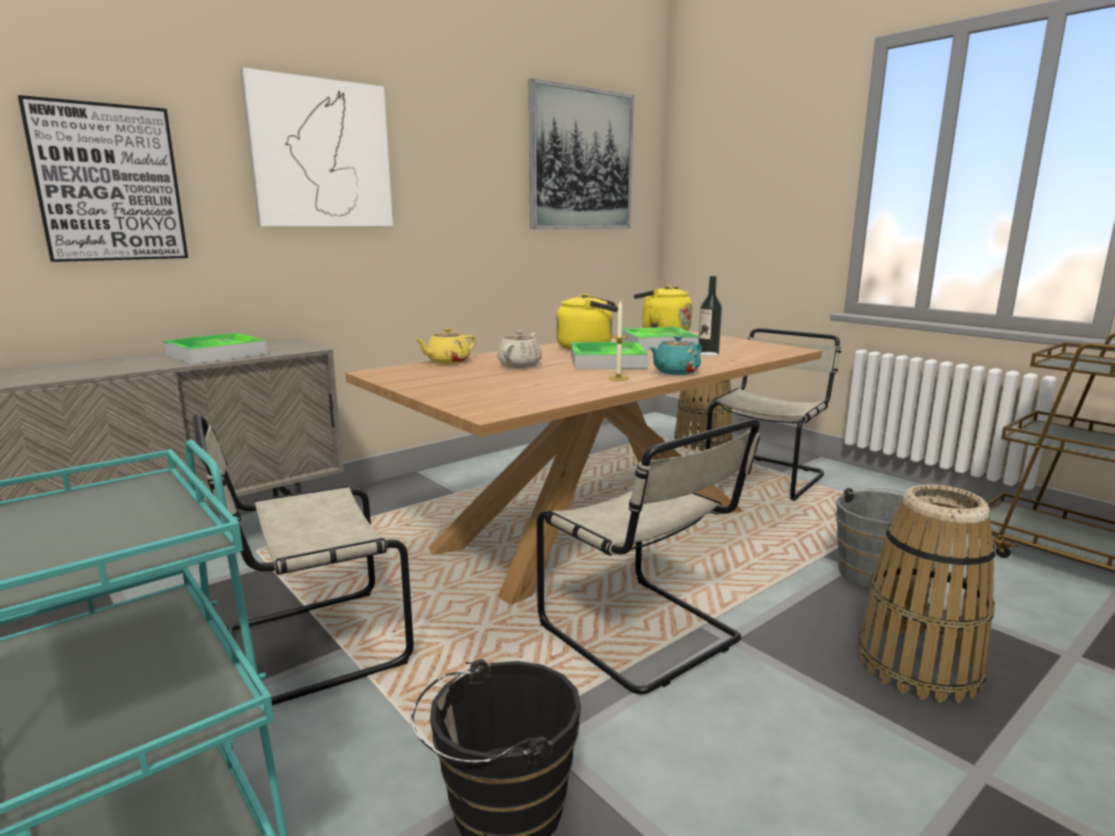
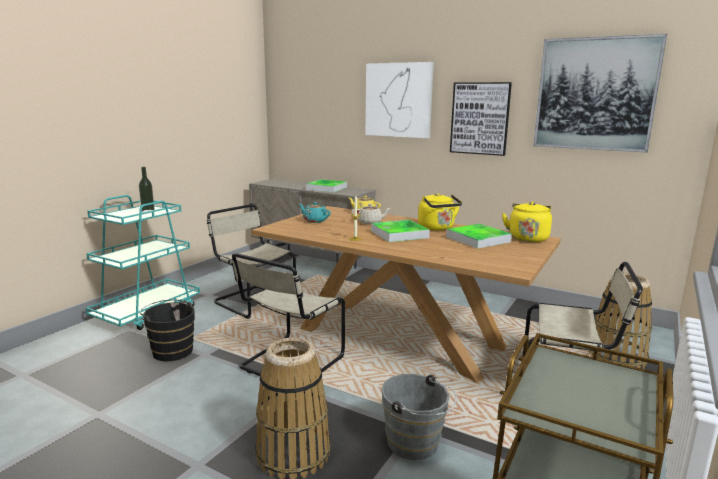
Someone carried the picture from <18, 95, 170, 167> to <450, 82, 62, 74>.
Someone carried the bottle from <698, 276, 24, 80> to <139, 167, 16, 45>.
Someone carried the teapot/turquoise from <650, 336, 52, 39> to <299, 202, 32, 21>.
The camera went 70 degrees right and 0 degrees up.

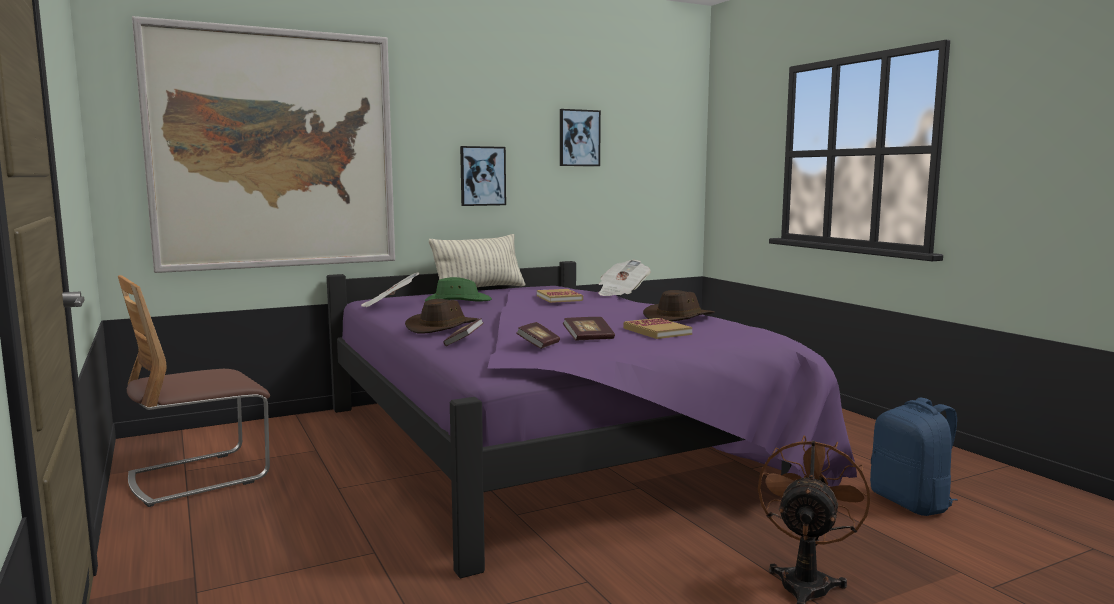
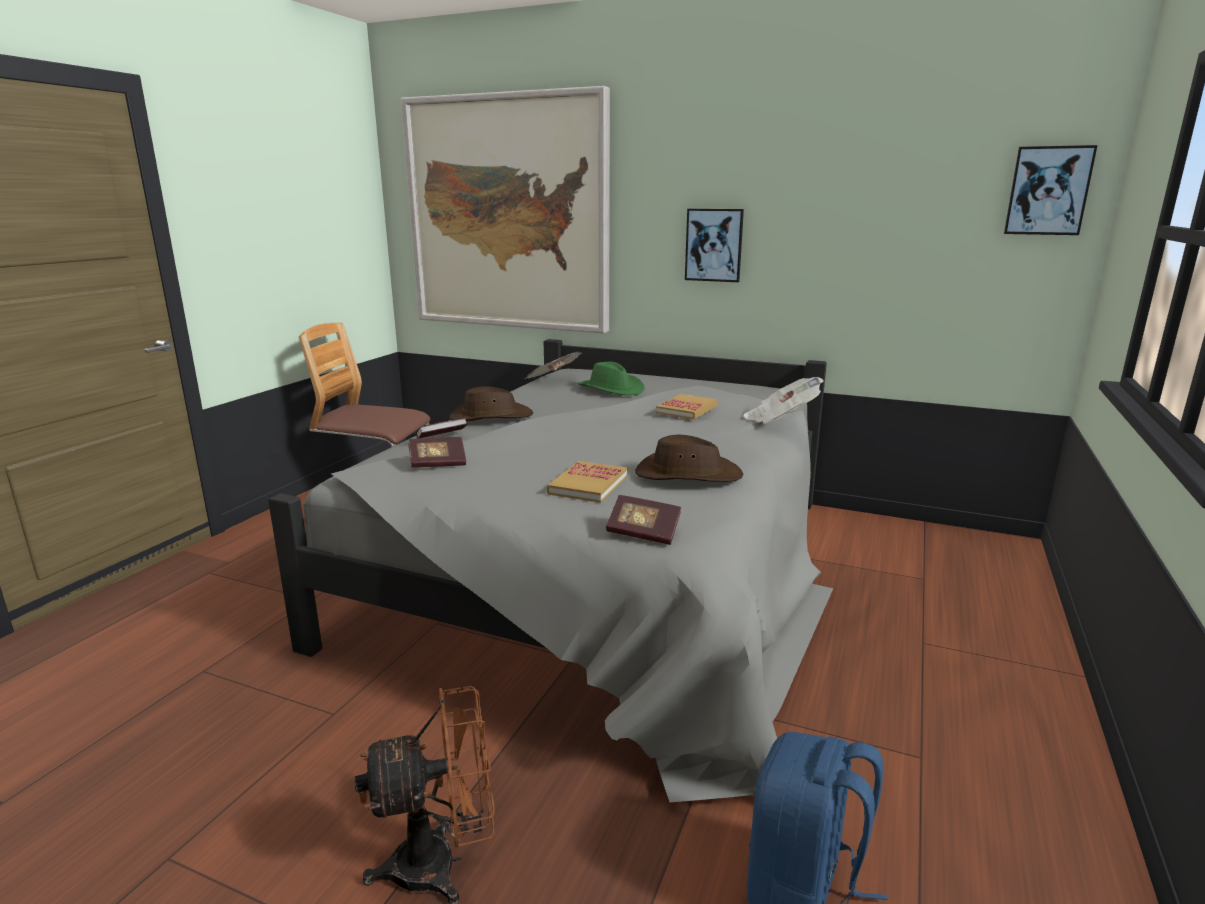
Someone carried the picture from <560, 109, 41, 57> to <1004, 145, 94, 90>.
Someone took away the pillow at <429, 234, 96, 53>.
Someone repainted the bed/purple at <327, 261, 530, 317>, which became the bed/grey at <268, 339, 565, 463>.
Someone carried the book from <563, 317, 52, 23> to <606, 495, 75, 50>.
The camera went 50 degrees right and 10 degrees up.

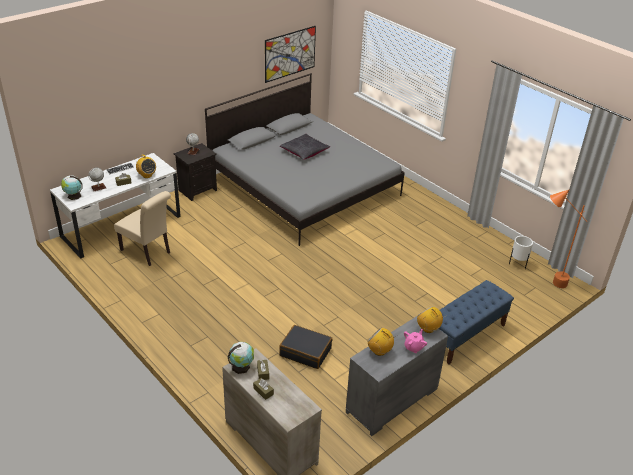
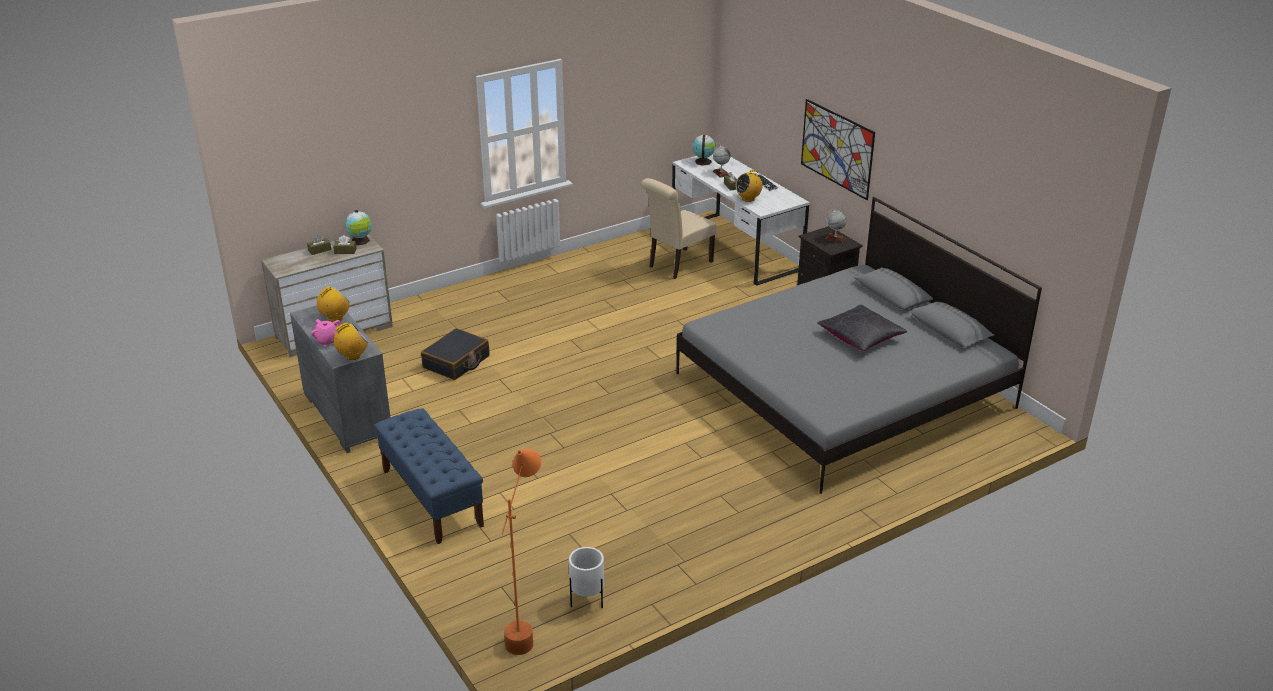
Someone carried the picture from <265, 26, 51, 57> to <801, 99, 74, 101>.
The camera went 100 degrees right and 5 degrees down.

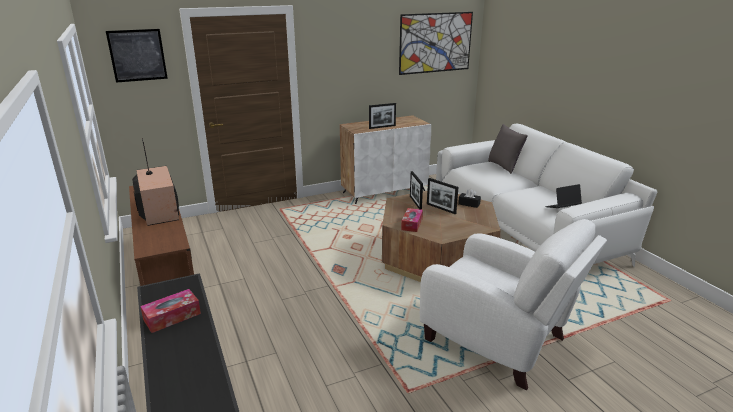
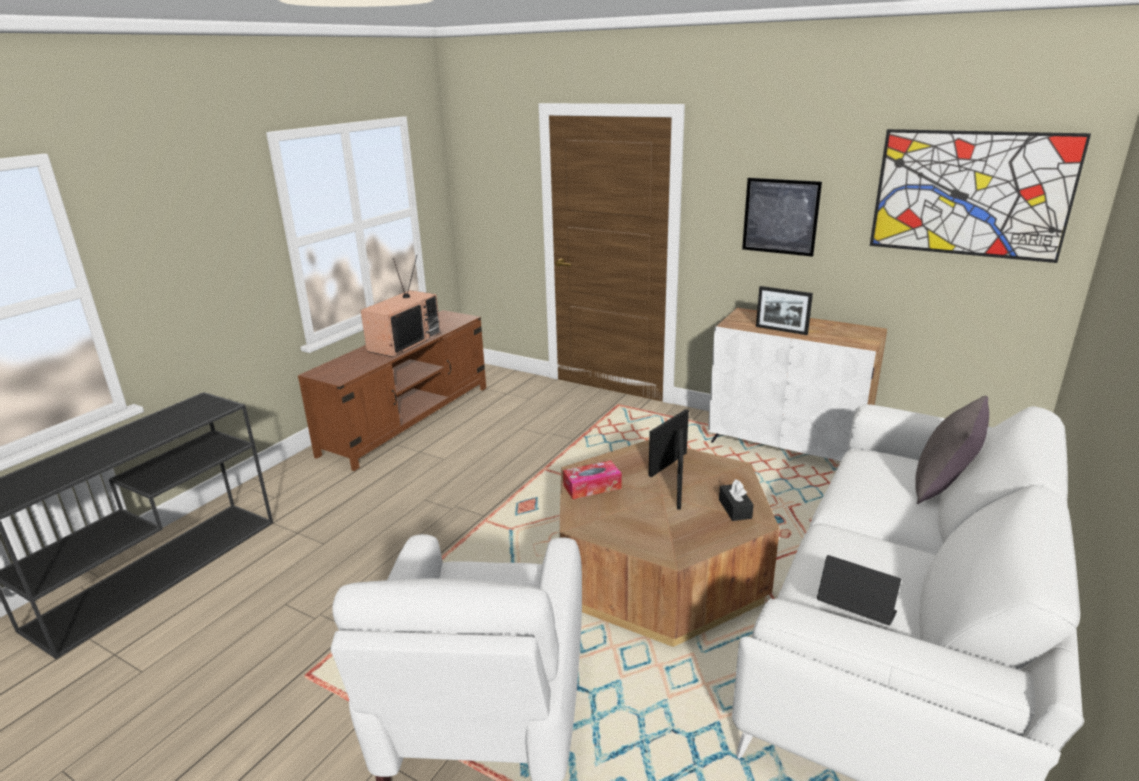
Someone carried the picture from <106, 29, 62, 54> to <742, 178, 80, 79>.
Someone took away the tissue box at <140, 289, 61, 44>.
The camera went 55 degrees right and 0 degrees up.

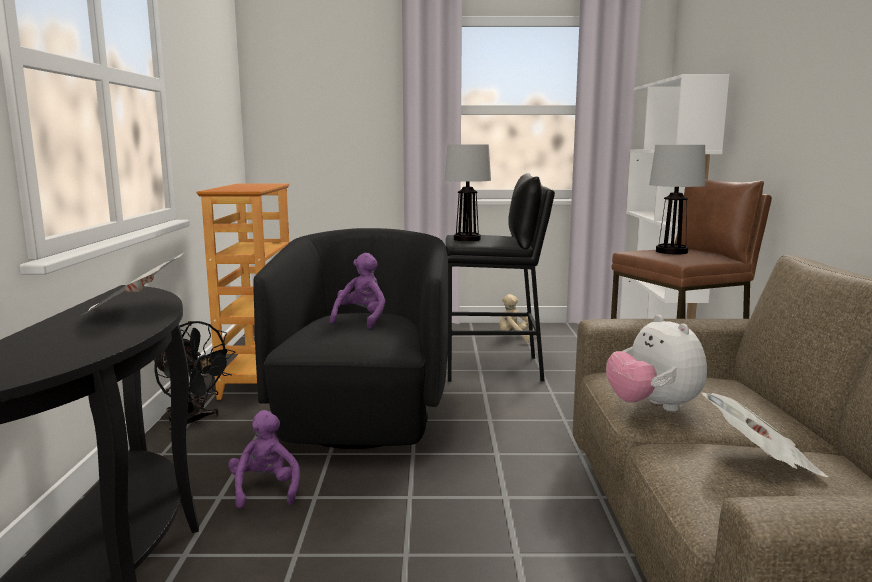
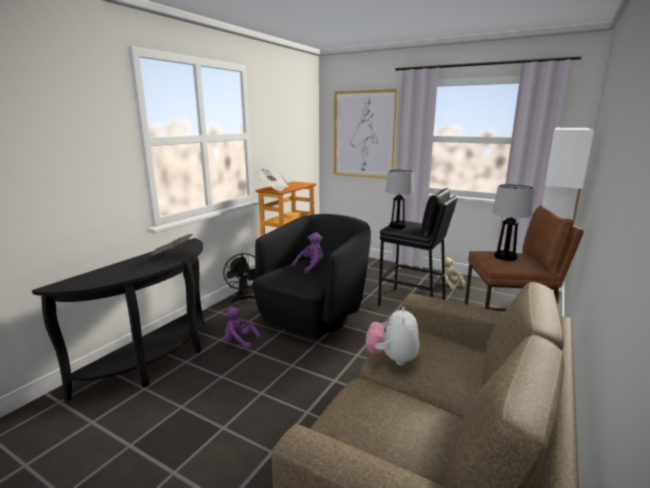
Someone carried the newspaper from <701, 392, 128, 85> to <256, 169, 33, 22>.
Someone rotated the plush toy/purple at <228, 410, 72, 98> by 90 degrees counterclockwise.
Someone put up the picture at <334, 89, 64, 90>.
The camera went 30 degrees right and 5 degrees up.

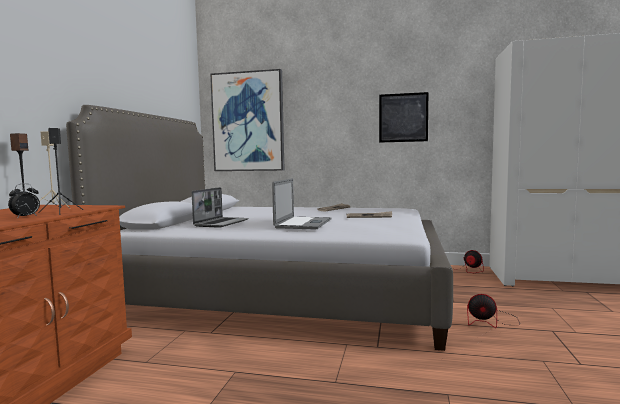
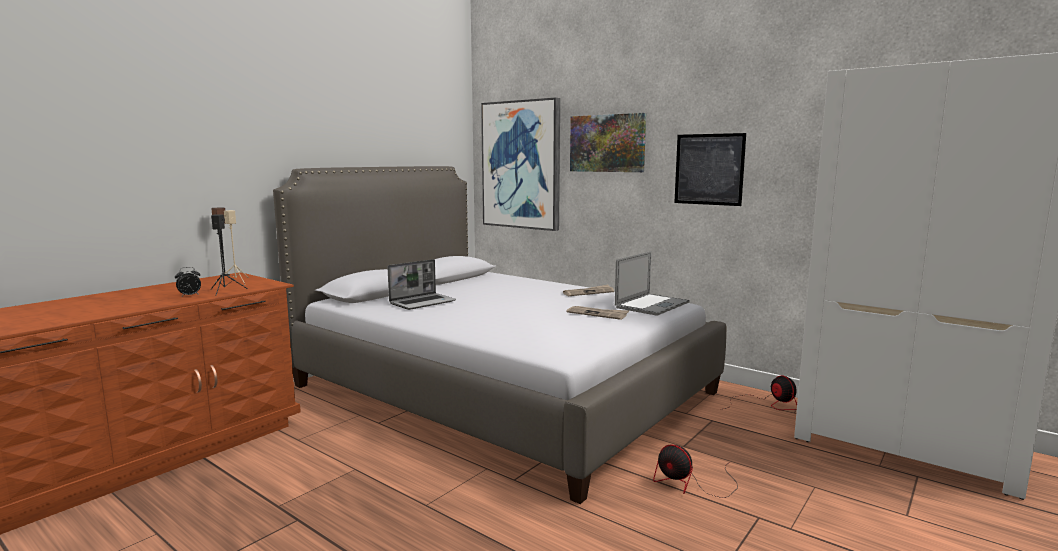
Someone carried the laptop from <272, 178, 59, 51> to <615, 251, 75, 64>.
Someone put up the picture at <570, 113, 76, 59>.
The camera went 25 degrees right and 5 degrees up.

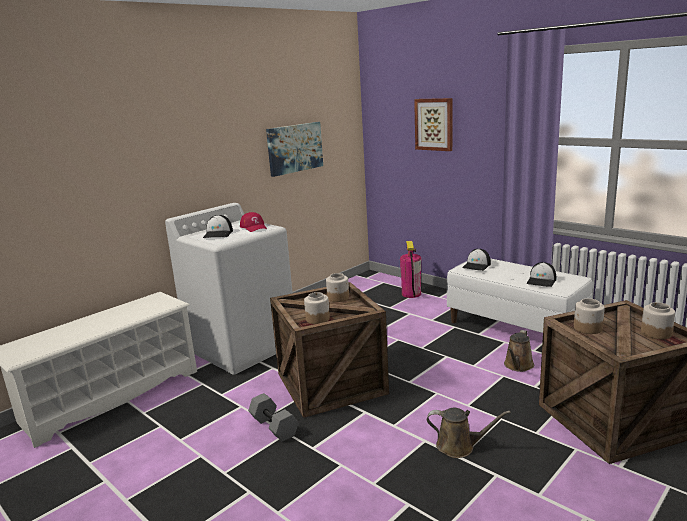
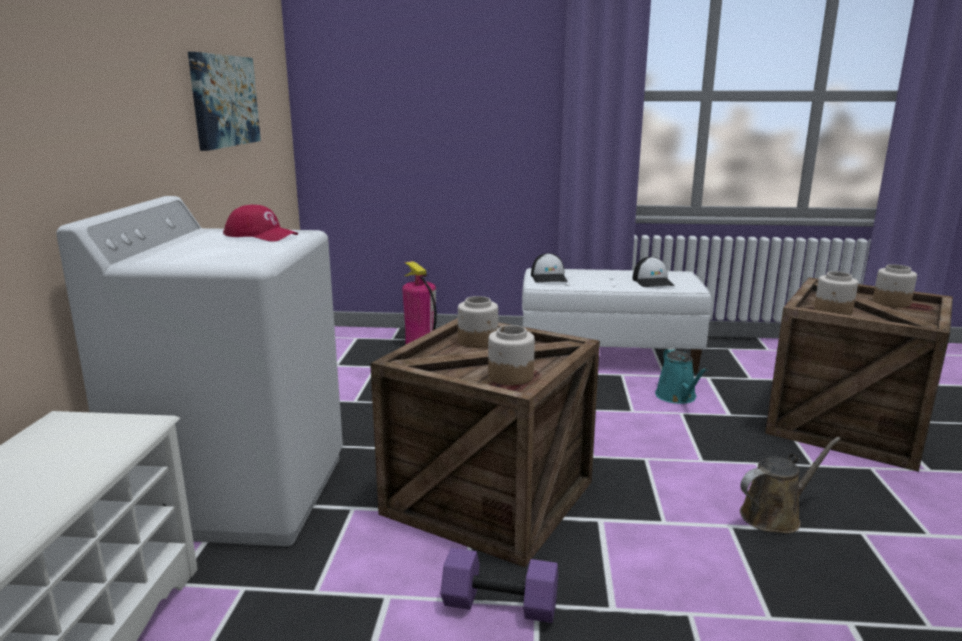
Someone took away the picture at <414, 98, 38, 53>.
Someone took away the cap at <203, 215, 30, 23>.
Someone repainted the watering can/brown at <504, 330, 30, 42>, which became the watering can/turquoise at <655, 347, 53, 57>.
Someone repainted the dumbbell/grey at <248, 393, 50, 49>, which became the dumbbell/purple at <441, 548, 117, 75>.
The camera went 40 degrees left and 0 degrees up.

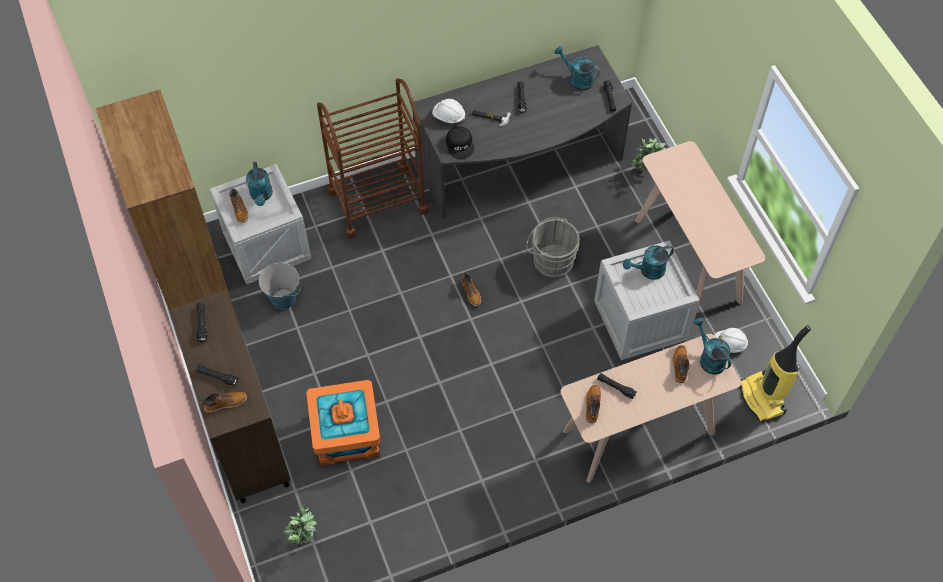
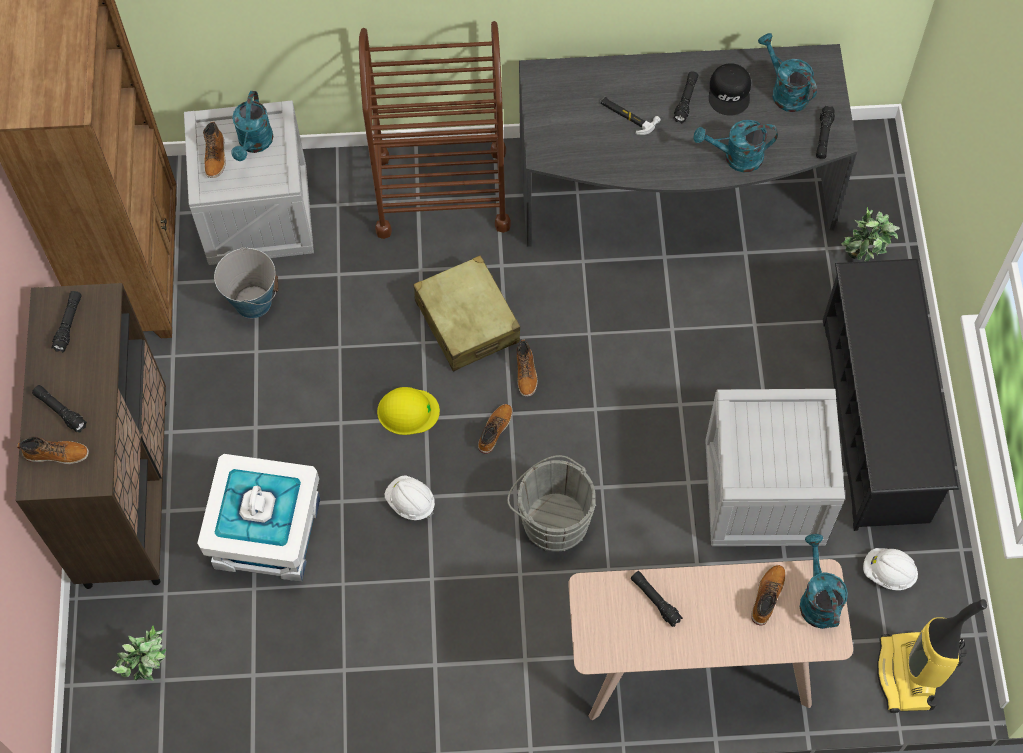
Someone carried the hard hat/white from <432, 99, 34, 24> to <385, 475, 50, 45>.
Someone carried the cap/black from <446, 126, 28, 33> to <709, 63, 42, 53>.
Someone swapped the console table/beige at <635, 141, 130, 180> for the shoe rack/black at <823, 259, 136, 272>.
Someone carried the bucket/grey from <526, 217, 53, 61> to <507, 455, 89, 97>.
Someone carried the watering can/turquoise from <623, 245, 51, 35> to <693, 120, 85, 52>.
Someone repainted the storage box/orange at <306, 380, 75, 86>, which became the storage box/white at <197, 454, 123, 128>.
Someone carried the boot from <586, 384, 15, 39> to <478, 404, 34, 50>.
Someone put down the suitcase/beige at <413, 255, 107, 117>.
Someone put down the hard hat/yellow at <377, 387, 63, 48>.
The camera went 20 degrees right and 5 degrees up.

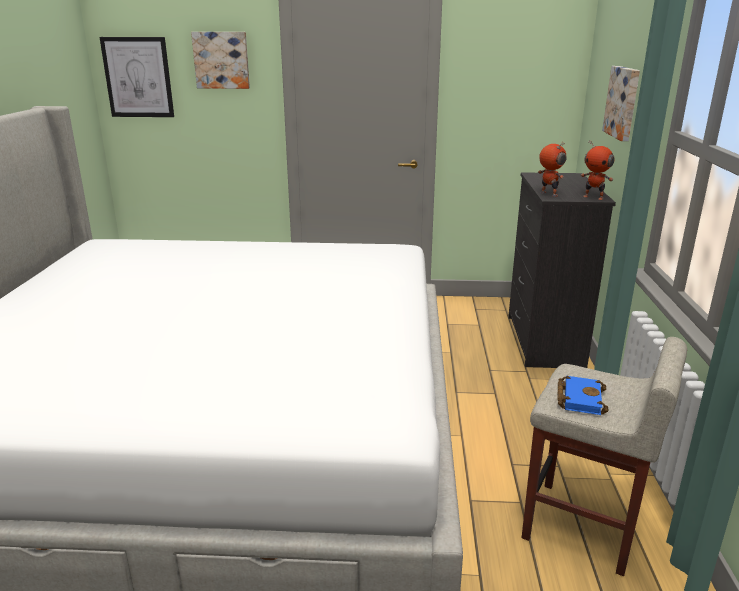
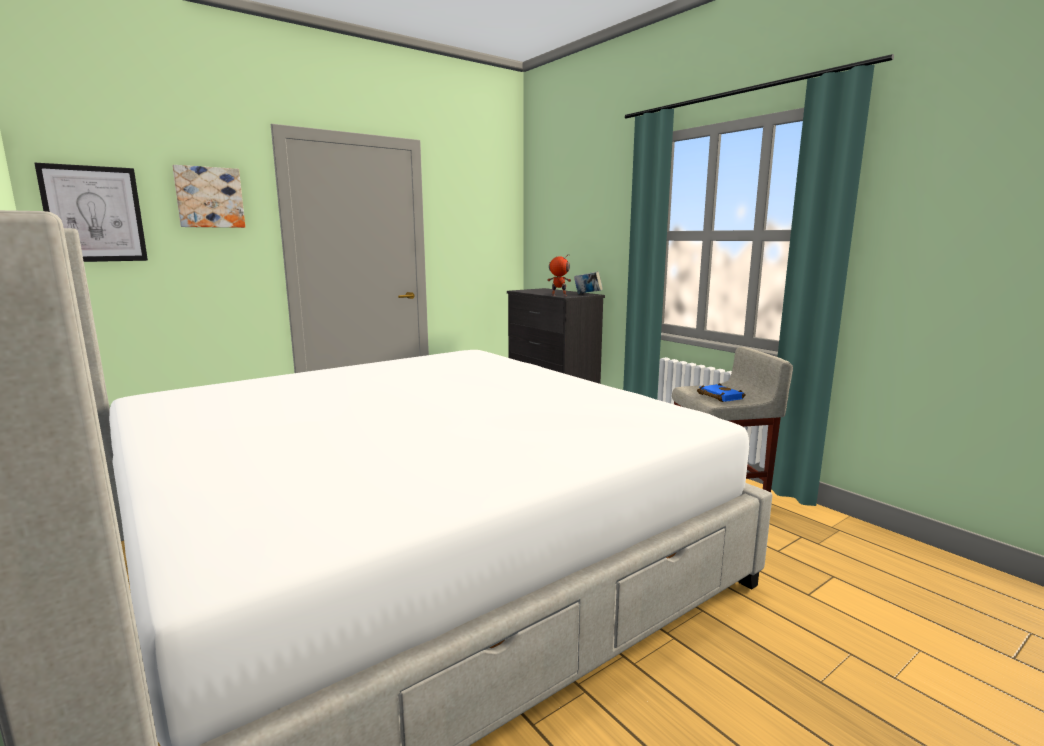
Someone took away the picture at <602, 66, 38, 75>.
Someone swapped the toy robot at <581, 141, 33, 59> for the book at <574, 271, 29, 23>.
The camera went 40 degrees left and 10 degrees down.

